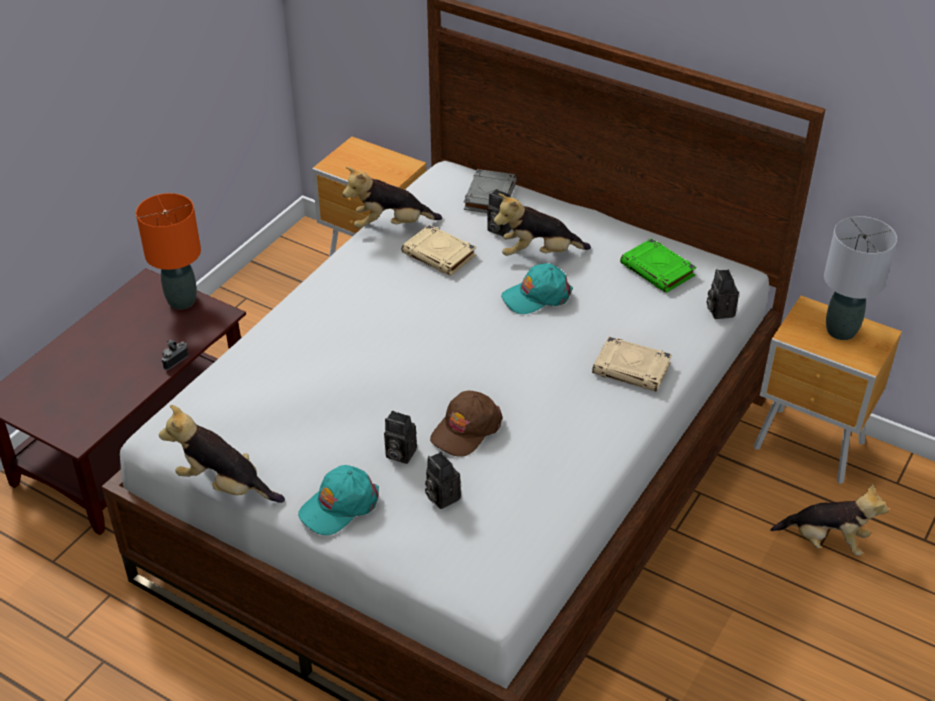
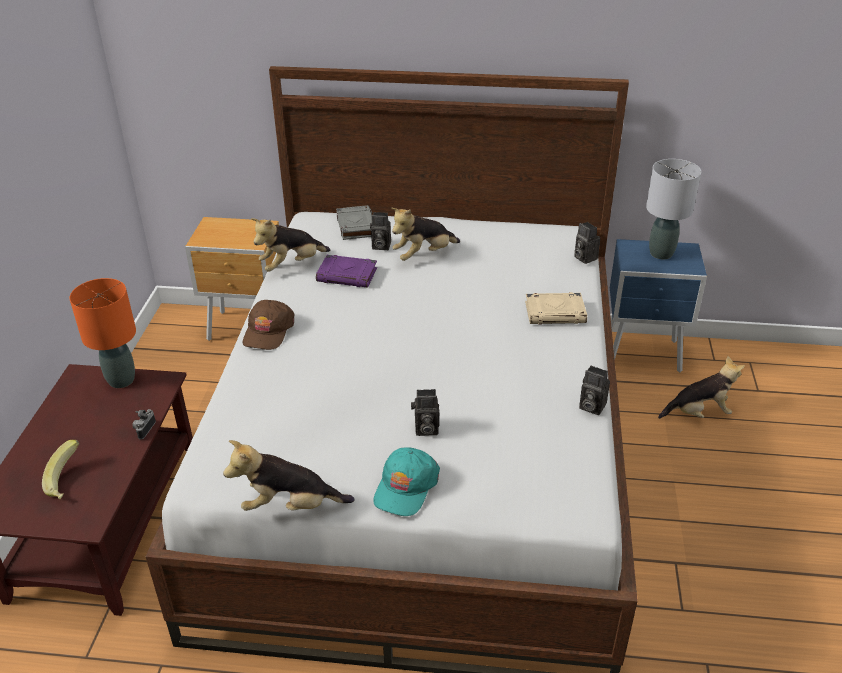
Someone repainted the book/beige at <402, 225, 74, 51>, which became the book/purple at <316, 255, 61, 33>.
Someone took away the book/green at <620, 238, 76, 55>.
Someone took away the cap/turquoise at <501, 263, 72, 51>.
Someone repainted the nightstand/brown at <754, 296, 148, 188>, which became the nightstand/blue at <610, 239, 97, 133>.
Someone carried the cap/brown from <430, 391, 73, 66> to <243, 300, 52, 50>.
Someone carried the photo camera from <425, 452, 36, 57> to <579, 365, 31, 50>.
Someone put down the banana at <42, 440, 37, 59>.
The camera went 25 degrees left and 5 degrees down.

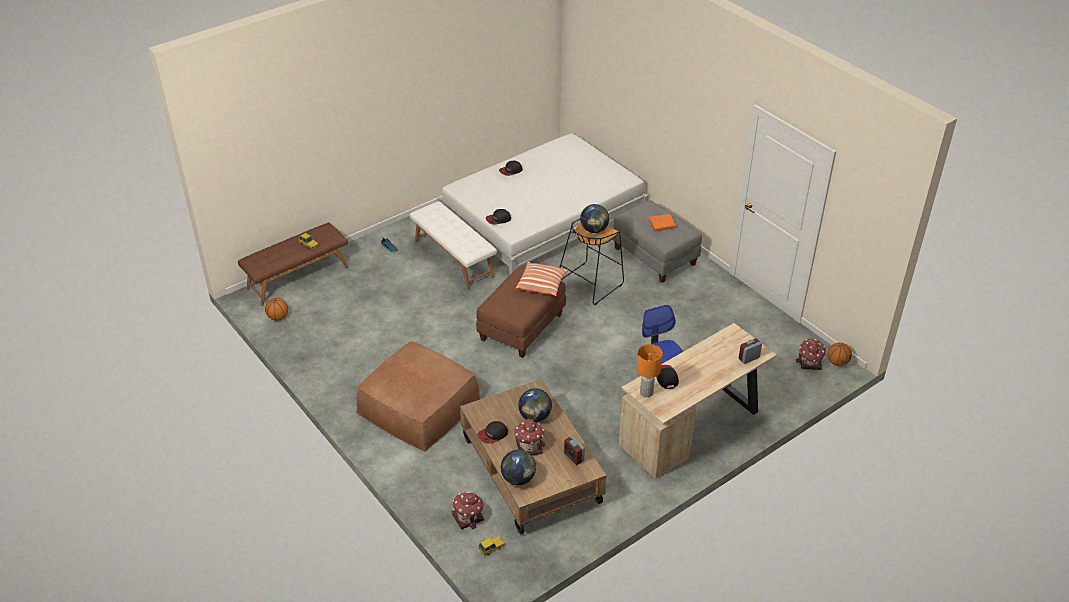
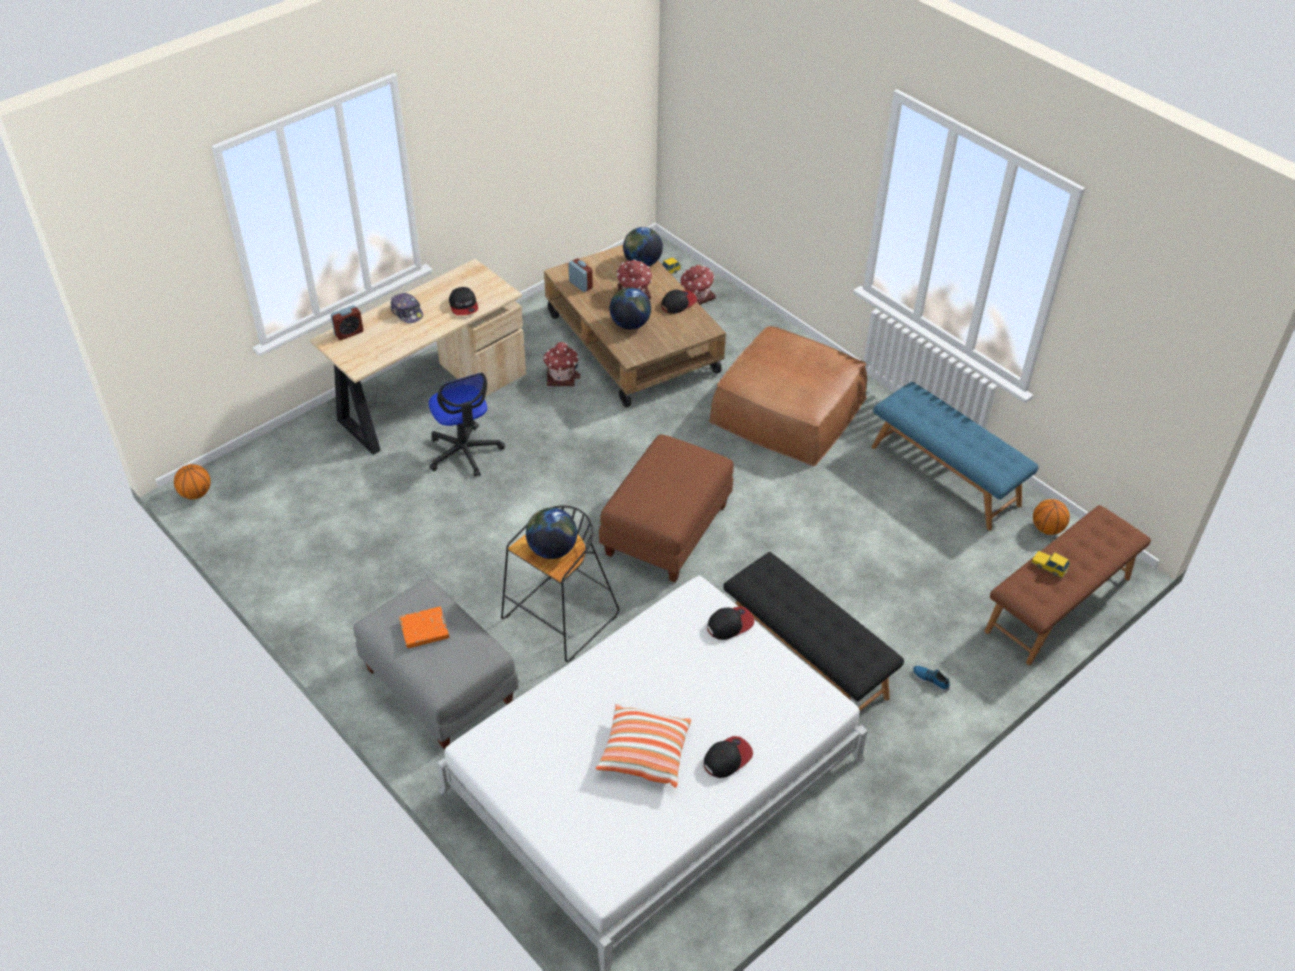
Someone repainted the bench/white at <410, 201, 87, 89>, which became the bench/black at <723, 552, 181, 159>.
Someone carried the pillow from <516, 262, 52, 34> to <596, 704, 95, 84>.
Someone carried the toy house from <796, 339, 30, 31> to <543, 342, 37, 44>.
Someone took away the table lamp/orange at <637, 344, 26, 53>.
Someone put down the cap at <390, 293, 33, 30>.
Someone put down the bench/blue at <872, 382, 167, 149>.
The camera went 175 degrees right and 5 degrees up.

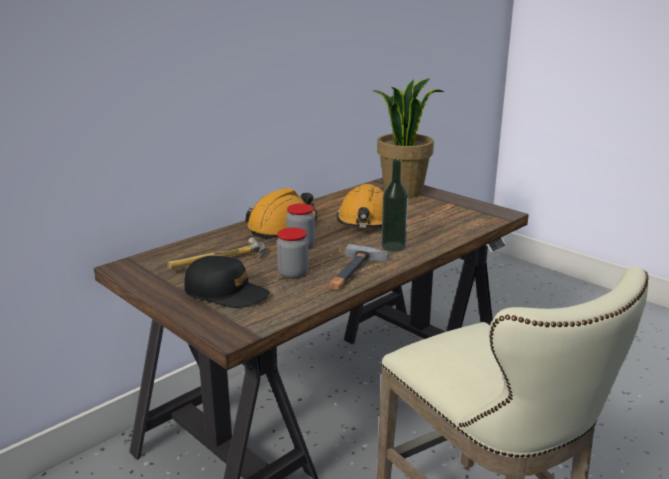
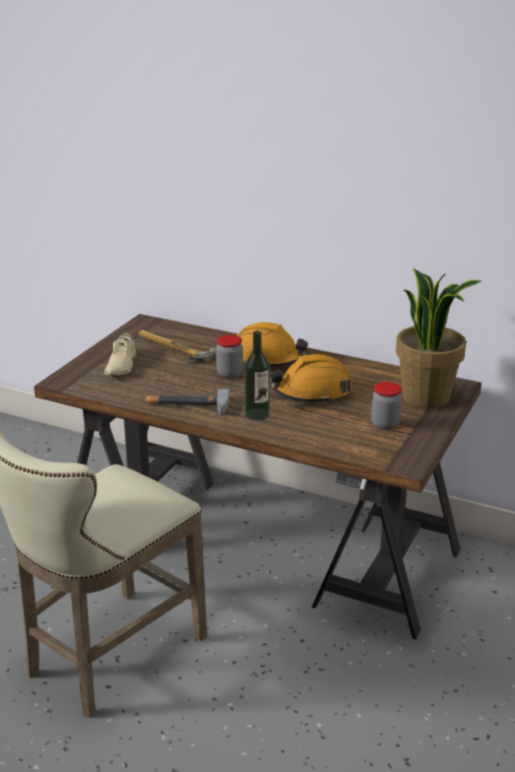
Someone carried the jar from <276, 227, 33, 52> to <371, 382, 31, 48>.
Someone swapped the cap/black at <184, 256, 86, 52> for the shoe/beige at <104, 331, 33, 44>.
The camera went 70 degrees right and 5 degrees up.

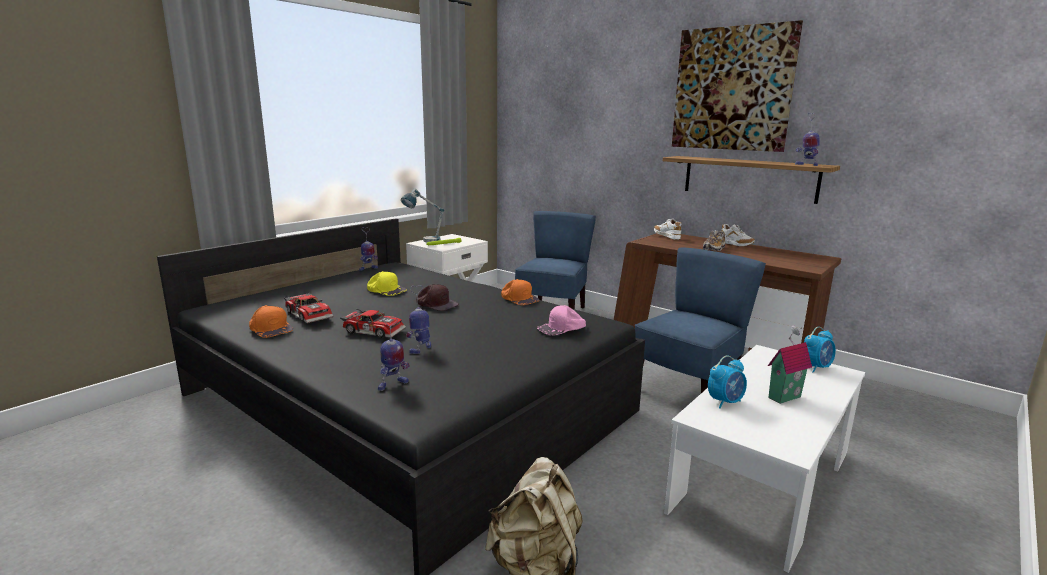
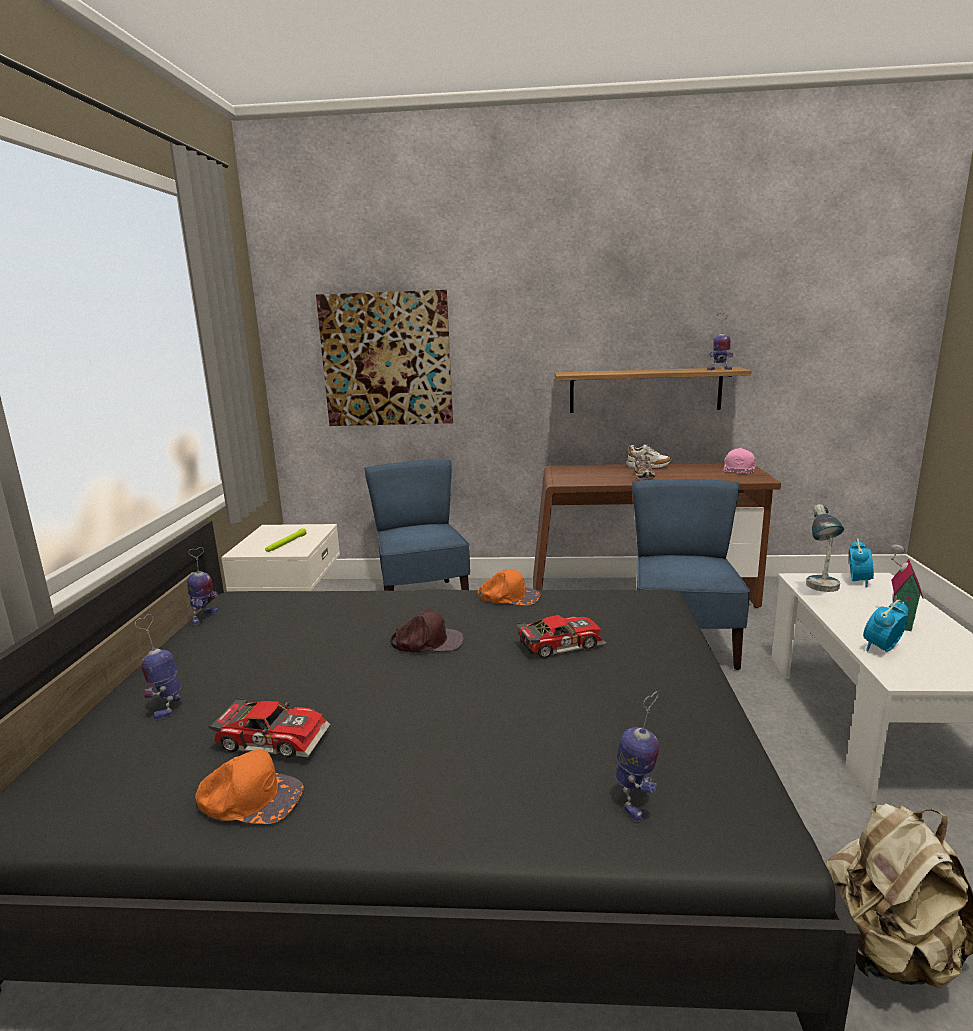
Someone carried the picture from <672, 20, 131, 132> to <316, 290, 137, 136>.
Someone carried the table lamp from <401, 189, 43, 53> to <806, 504, 38, 88>.
Someone took away the shoe/white at <654, 218, 27, 22>.
Someone took away the cap/yellow at <367, 271, 40, 25>.
Someone carried the toy robot from <406, 285, 25, 69> to <135, 614, 46, 106>.
Someone carried the cap/pink from <537, 305, 49, 30> to <724, 448, 32, 25>.
Someone carried the toy car from <340, 309, 66, 29> to <516, 615, 90, 43>.
Someone rotated the alarm clock at <708, 355, 39, 54> by 150 degrees counterclockwise.
The camera went 35 degrees left and 0 degrees up.

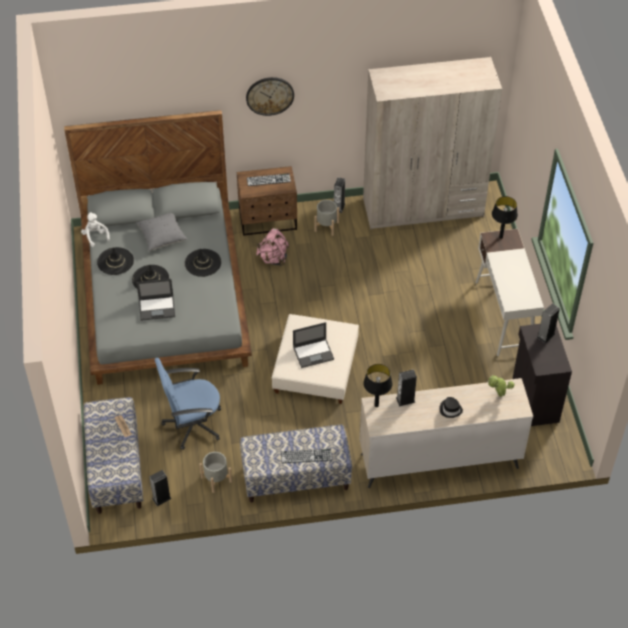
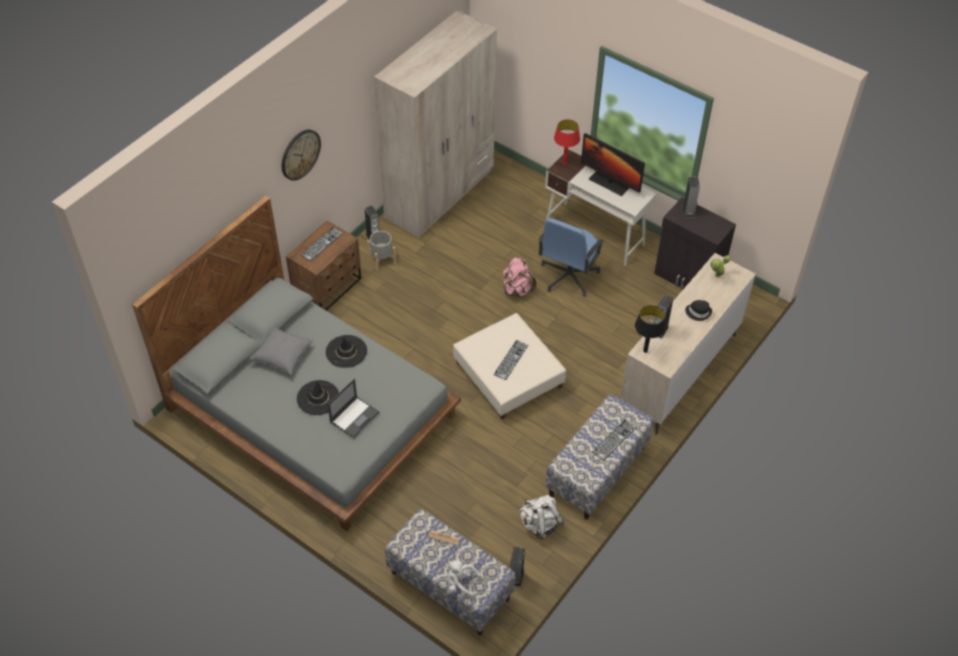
Someone repainted the table lamp/black at <492, 196, 26, 43>, which became the table lamp/red at <554, 119, 26, 46>.
Someone carried the plush toy/white from <81, 212, 29, 35> to <447, 560, 35, 38>.
Someone carried the backpack/pink from <256, 228, 33, 39> to <503, 258, 33, 39>.
Someone took away the hat/black at <97, 247, 37, 28>.
Someone swapped the laptop at <293, 322, 41, 46> for the keyboard at <494, 340, 34, 40>.
Someone carried the office chair/blue from <154, 358, 67, 92> to <538, 218, 66, 79>.
Someone swapped the planter/grey at <199, 452, 33, 41> for the backpack/white at <520, 495, 44, 44>.
Someone put down the monitor at <581, 133, 64, 63>.
The camera went 45 degrees left and 0 degrees up.

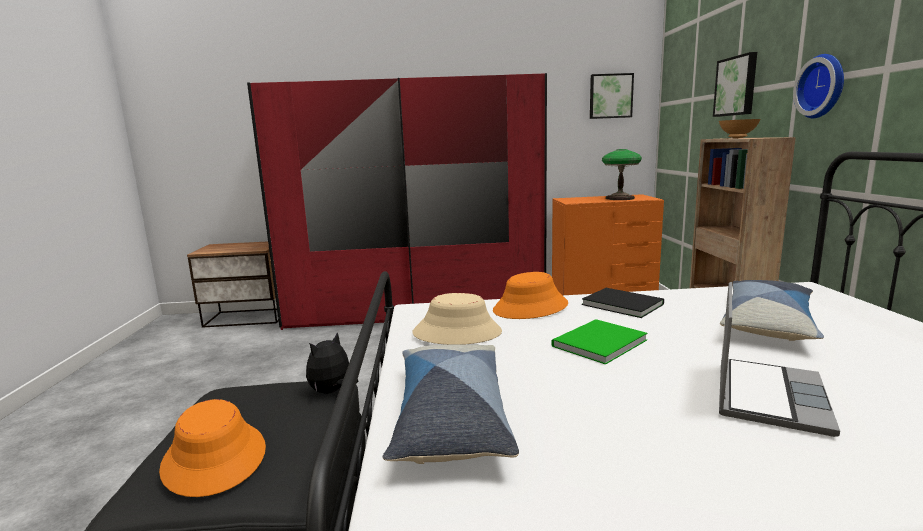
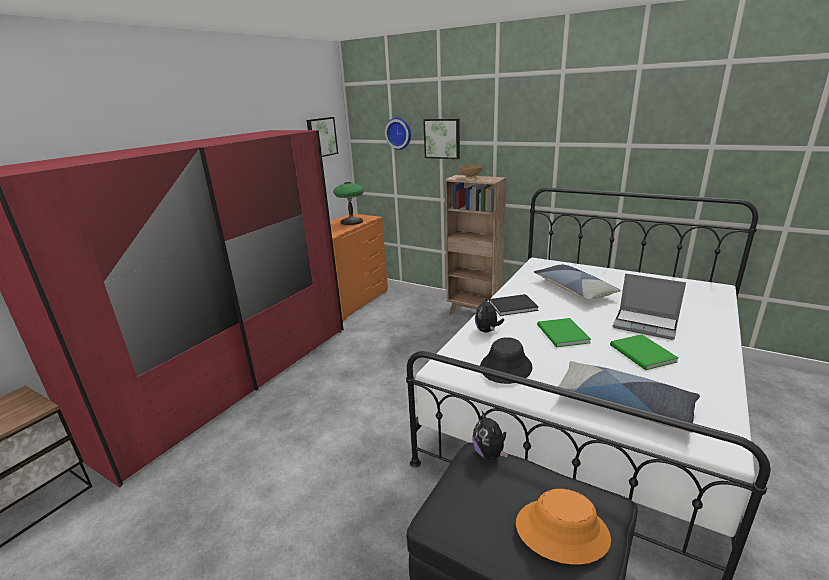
Someone carried the wall clock from <793, 54, 51, 64> to <385, 118, 26, 32>.
Someone swapped the hat/orange at <493, 272, 75, 47> for the plush toy at <475, 296, 29, 37>.
Someone rotated the laptop at <719, 282, 121, 155> by 150 degrees clockwise.
Someone repainted the hat/beige at <412, 293, 90, 52>, which became the hat/black at <480, 337, 52, 47>.
Someone put down the book/green at <610, 334, 69, 36>.
The camera went 55 degrees left and 10 degrees up.

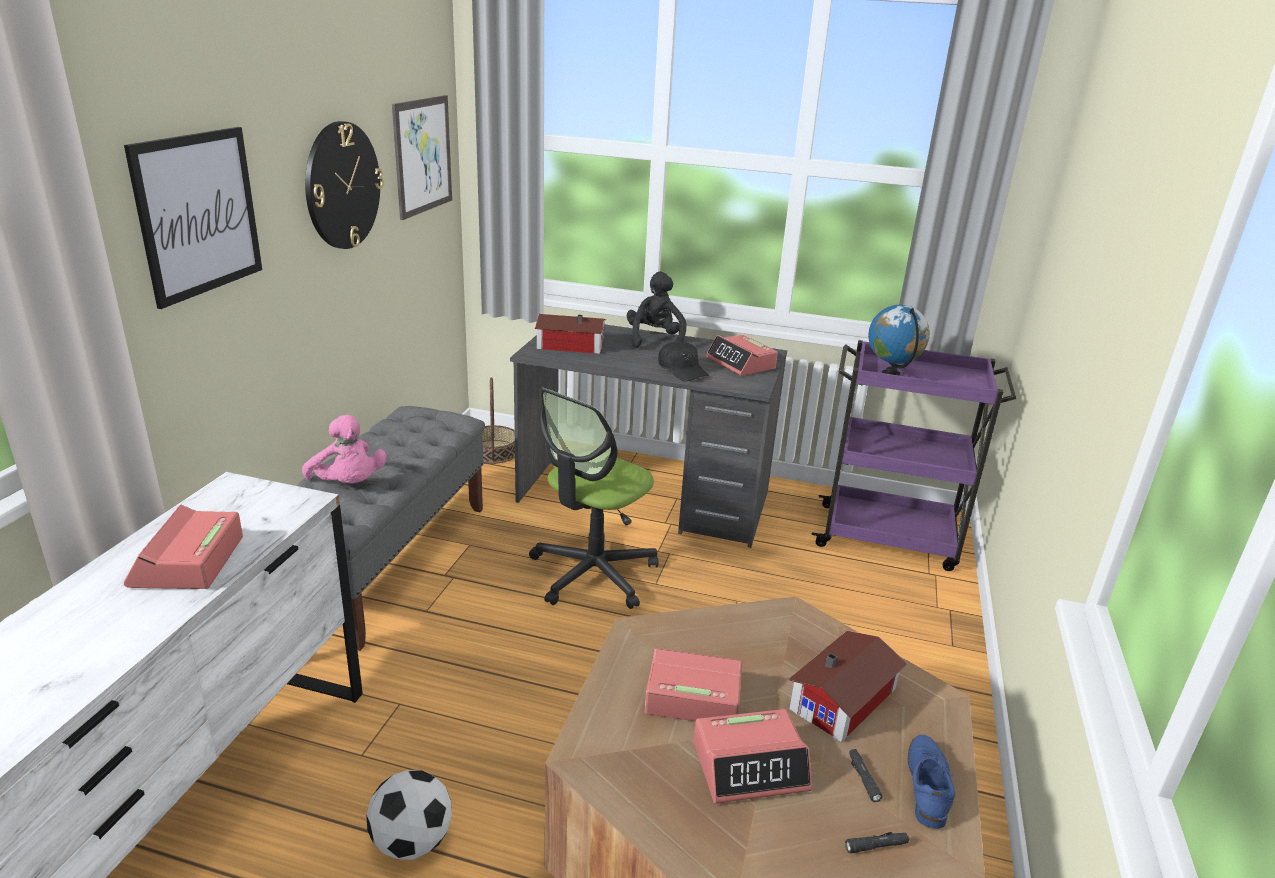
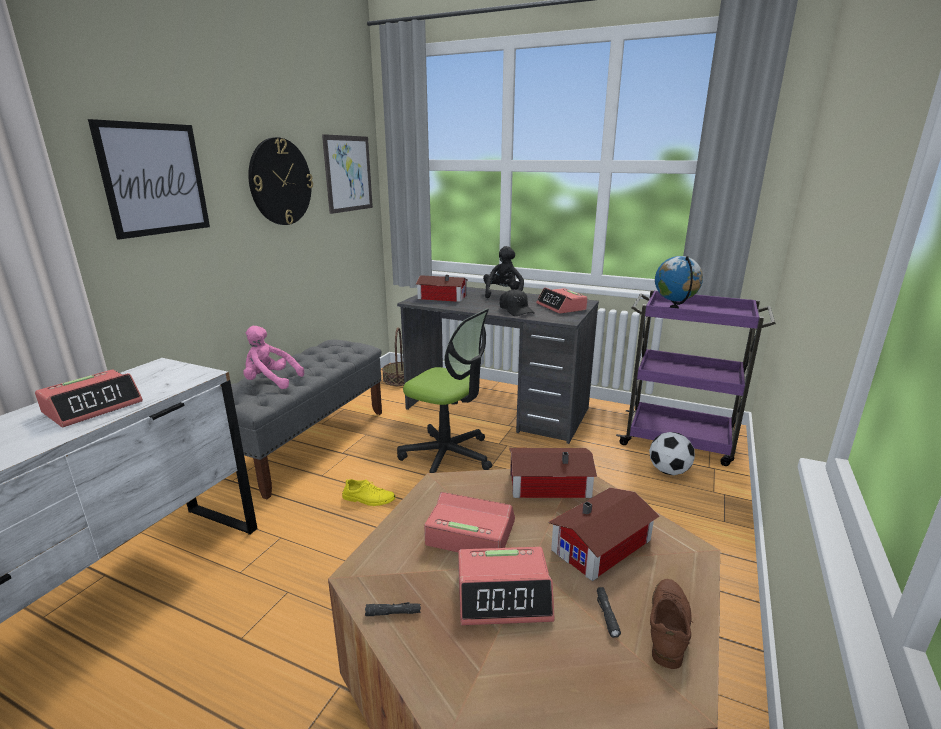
Someone rotated the office chair at <529, 388, 130, 221> by 105 degrees counterclockwise.
Someone rotated the plush toy/pink at <302, 415, 85, 68> by 135 degrees clockwise.
Someone rotated the alarm clock at <124, 505, 119, 84> by 150 degrees counterclockwise.
Someone repainted the shoe/blue at <908, 735, 48, 94>, which became the shoe/brown at <650, 579, 43, 90>.
Someone carried the football from <366, 770, 86, 90> to <649, 432, 46, 43>.
Someone carried the flashlight/black from <845, 832, 64, 21> to <365, 602, 56, 14>.
Someone put down the toy house at <509, 448, 88, 50>.
Someone put down the shoe/yellow at <342, 479, 54, 27>.
The camera went 10 degrees right and 5 degrees down.

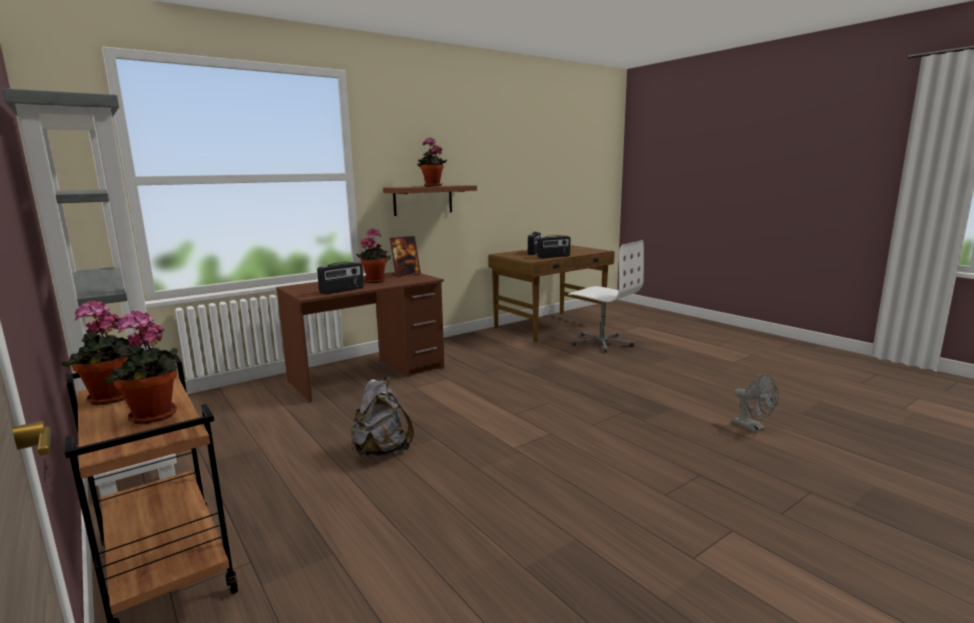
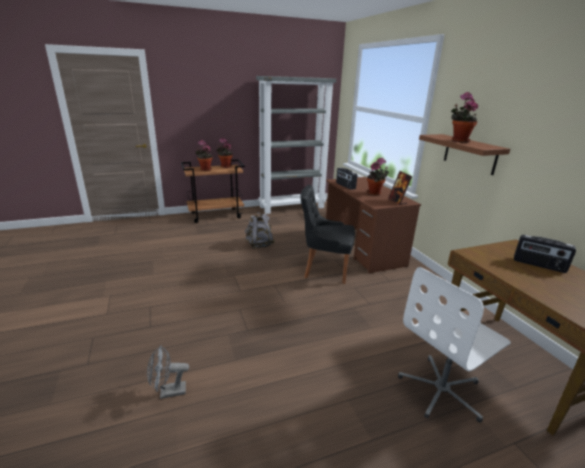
Someone took away the radio at <538, 235, 33, 24>.
Someone put down the chair/black at <300, 185, 55, 99>.
The camera went 105 degrees right and 10 degrees up.

